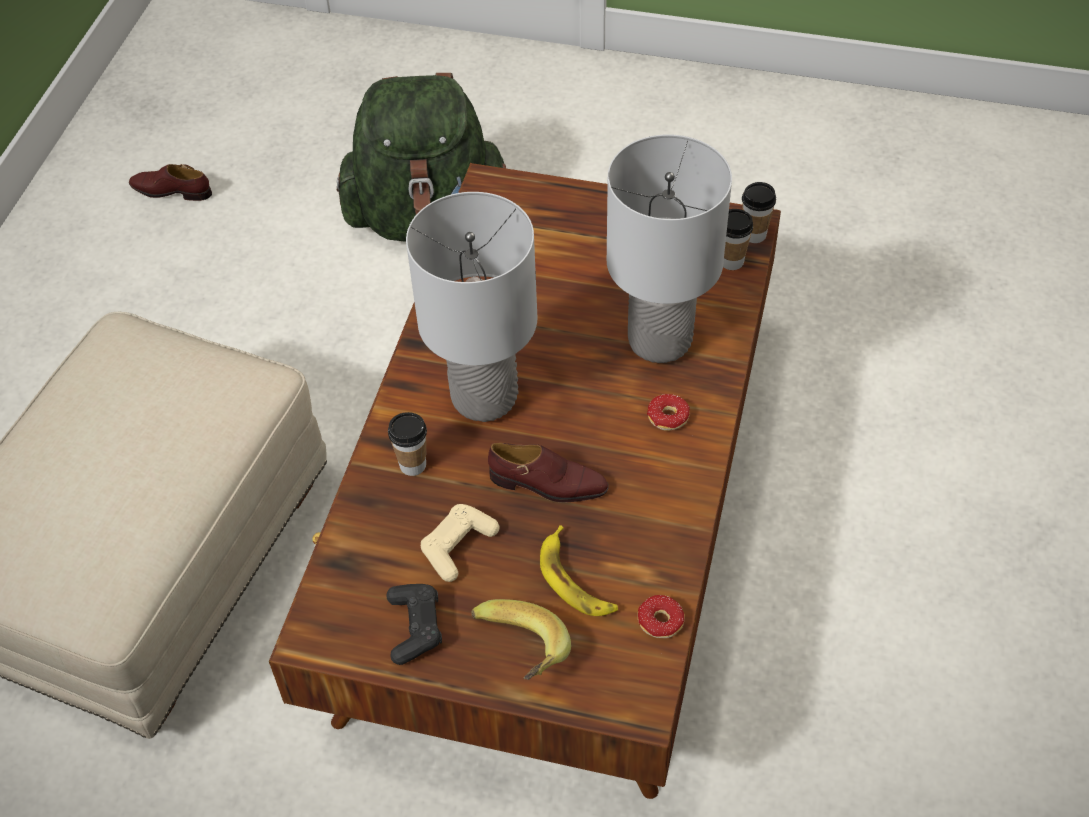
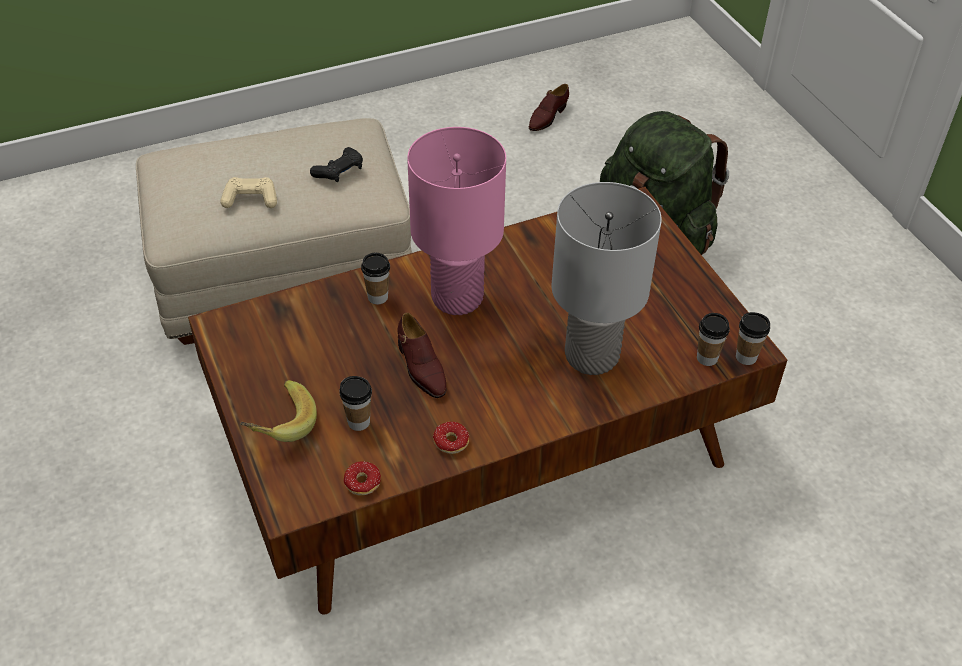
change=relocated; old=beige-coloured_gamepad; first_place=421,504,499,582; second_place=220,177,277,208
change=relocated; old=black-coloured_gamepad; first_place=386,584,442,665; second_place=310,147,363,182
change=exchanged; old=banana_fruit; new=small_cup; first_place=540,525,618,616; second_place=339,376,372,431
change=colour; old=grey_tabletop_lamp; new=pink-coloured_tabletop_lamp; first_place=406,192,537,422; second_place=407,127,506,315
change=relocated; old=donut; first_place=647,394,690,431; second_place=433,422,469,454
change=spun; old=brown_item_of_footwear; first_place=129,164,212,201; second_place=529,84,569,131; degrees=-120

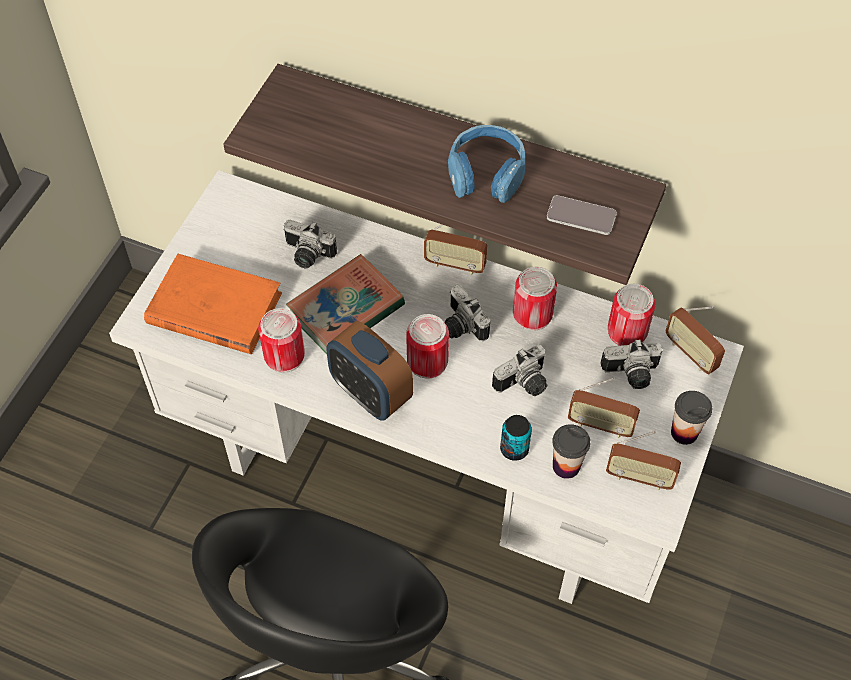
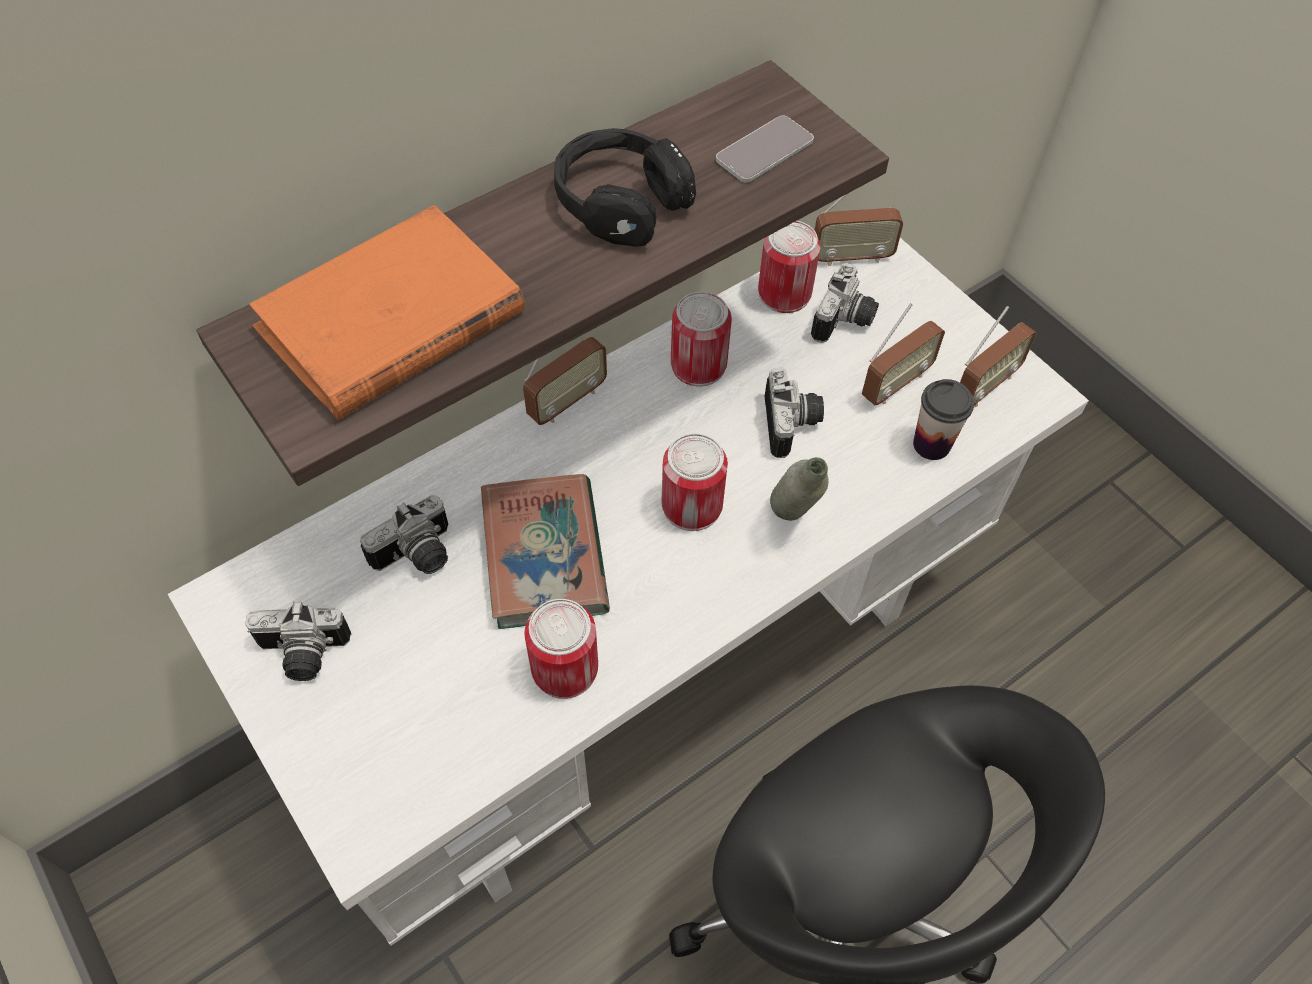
change=relocated; old=photo_camera; first_place=444,285,490,341; second_place=245,602,352,681
change=relocated; old=orange-coloured_volume; first_place=144,254,282,354; second_place=249,205,524,420
change=colour; old=blue_headset; new=black-coloured_headset; first_place=448,125,525,203; second_place=554,128,696,247
change=appeared; new=grey_beverage_bottle; second_place=770,457,829,521
change=missing; old=alarm_clock; first_place=326,321,413,421
change=missing; old=metal_can; first_place=500,415,532,461
change=missing; old=small_cup; first_place=671,391,712,445

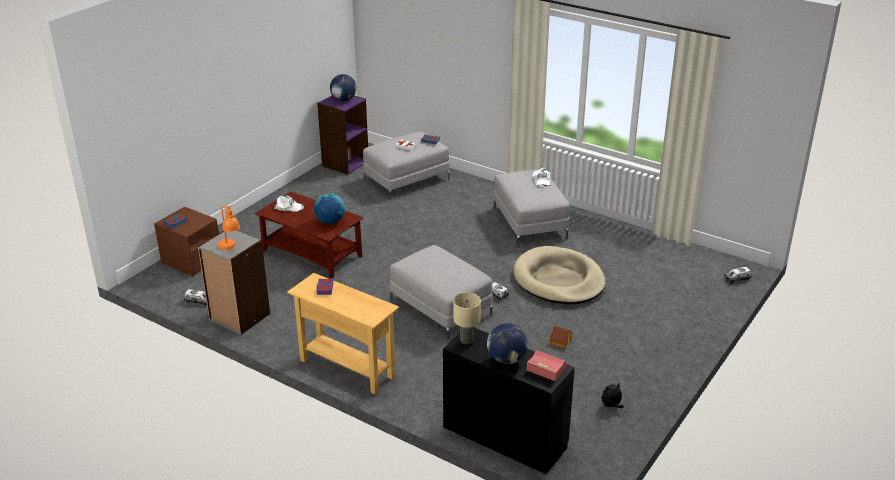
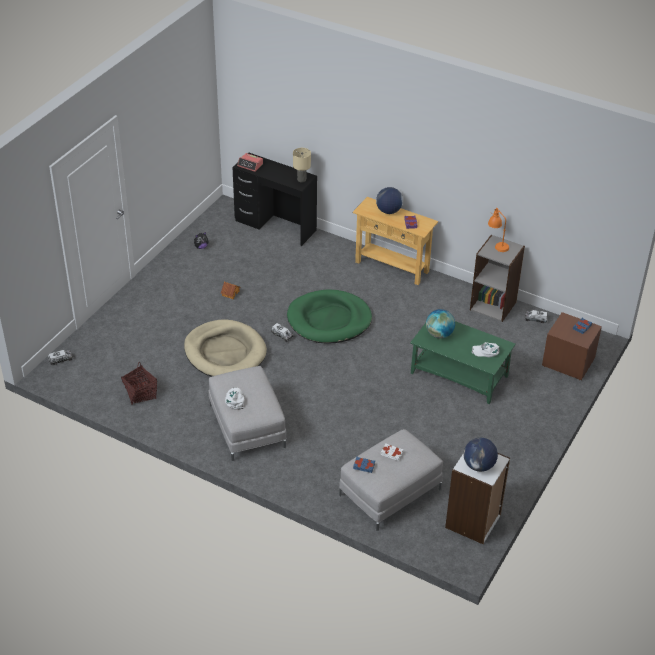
change=appeared; new=storage_basket; second_place=121,362,157,405
change=exchanged; old=grey_pouffe; new=green-coloured_pet_bed; first_place=390,245,493,339; second_place=287,289,372,344
change=relocated; old=world_globe; first_place=487,323,528,364; second_place=376,187,403,214
change=colour; old=brown_lounge_table; new=green-coloured_lounge_table; first_place=255,191,363,278; second_place=410,321,516,404
change=colour; old=purple_bookshelf; new=white_bookshelf; first_place=317,95,368,175; second_place=445,453,510,544

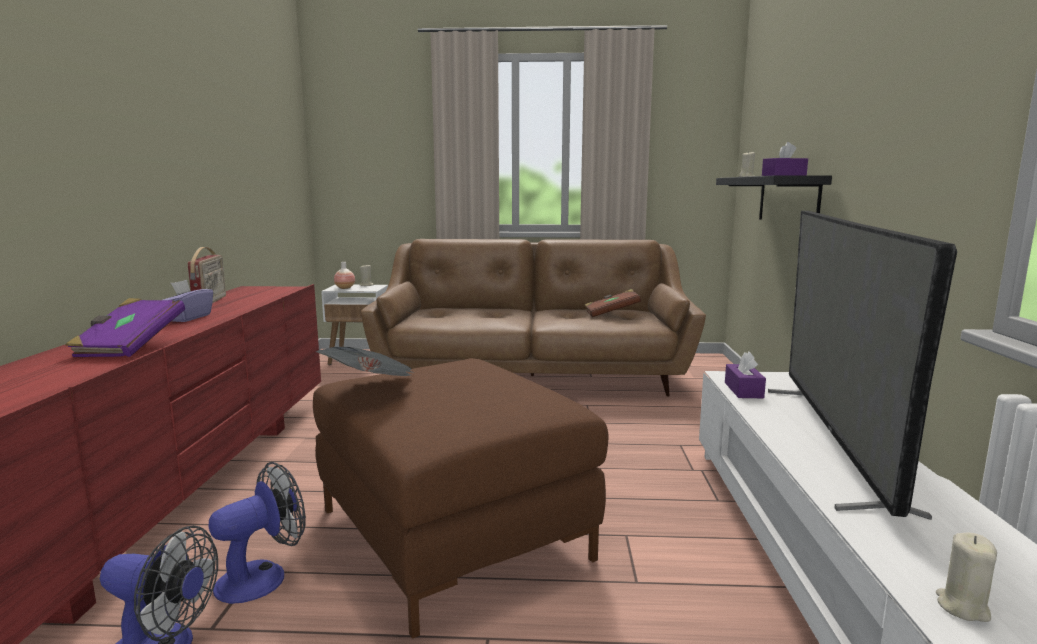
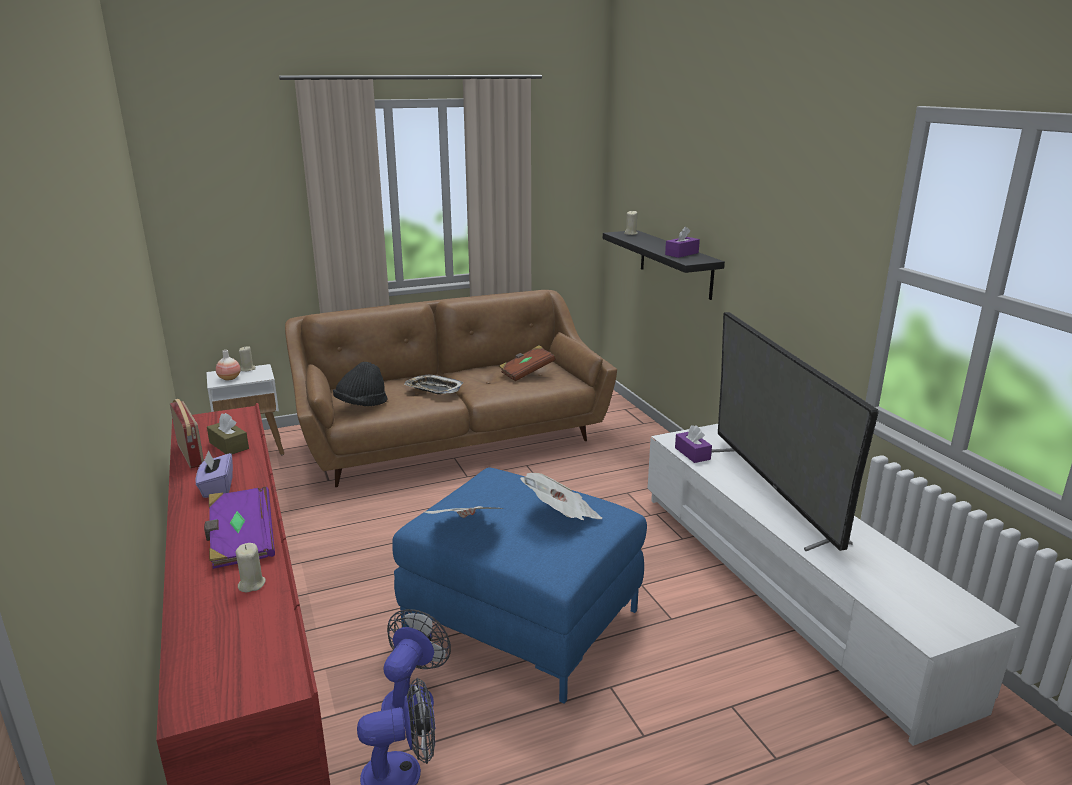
change=appeared; new=brown_box_of_tissues; second_place=207,413,249,454
change=relocated; old=beige-coloured_wax_candle; first_place=936,533,997,622; second_place=236,543,266,592
change=appeared; new=black-coloured_hat; second_place=333,362,388,406
change=colour; old=brown_pouffe; new=blue_pouffe; first_place=313,358,608,639; second_place=392,467,647,704
change=appeared; new=serving_tray; second_place=404,375,463,395
change=appeared; new=newspaper; second_place=520,473,603,520

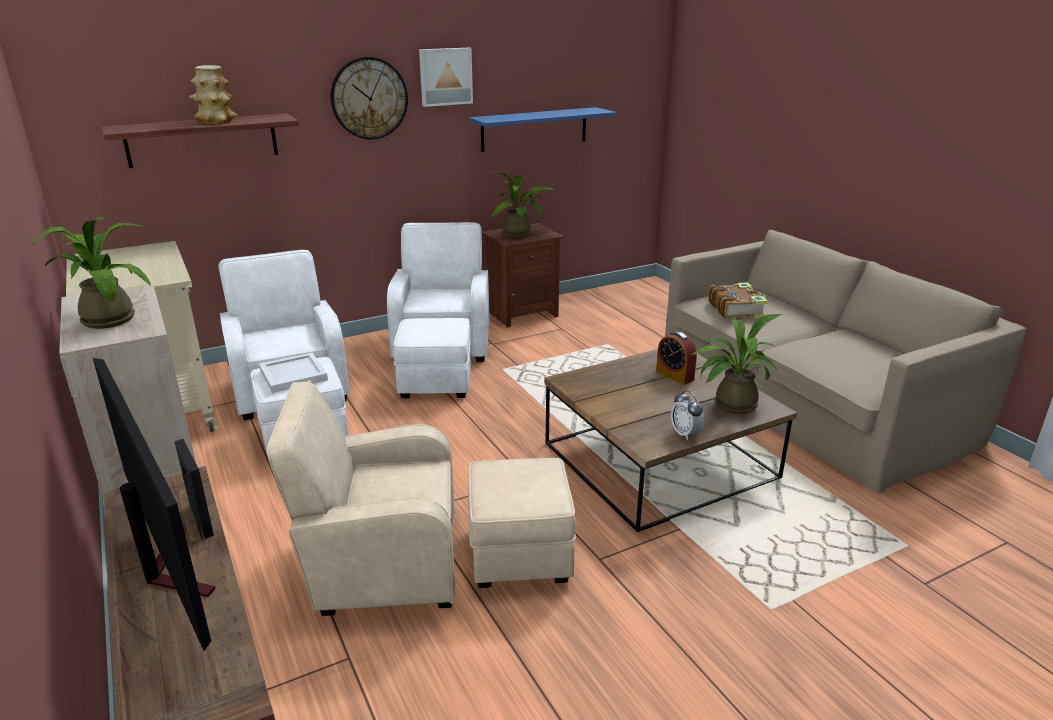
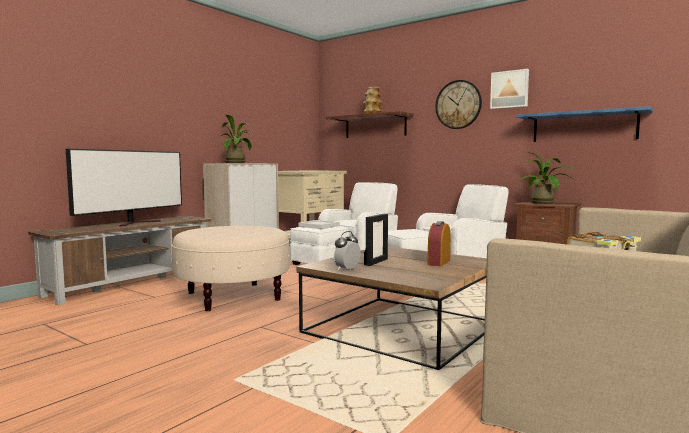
change=exchanged; old=beige-coloured_lounge_chair; new=beige-coloured_pouffe; first_place=267,380,576,616; second_place=171,226,290,311
change=relocated; old=picture_frame; first_place=174,439,214,540; second_place=364,214,388,266
change=missing; old=plant_in_a_pot; first_place=689,314,783,414

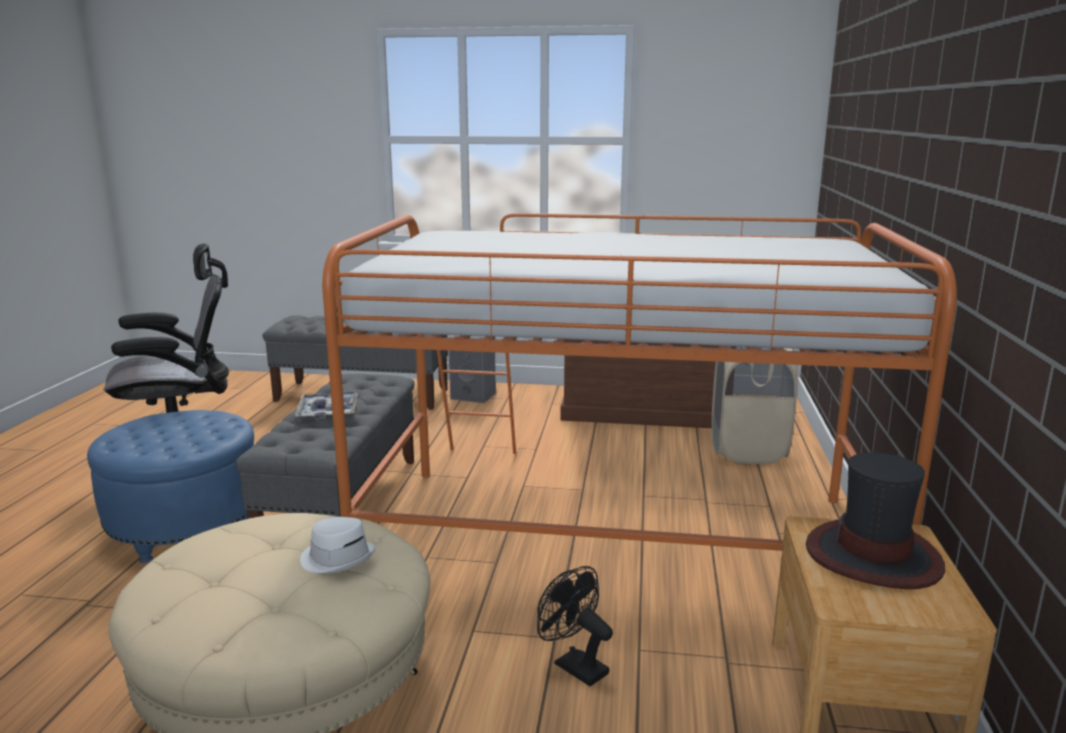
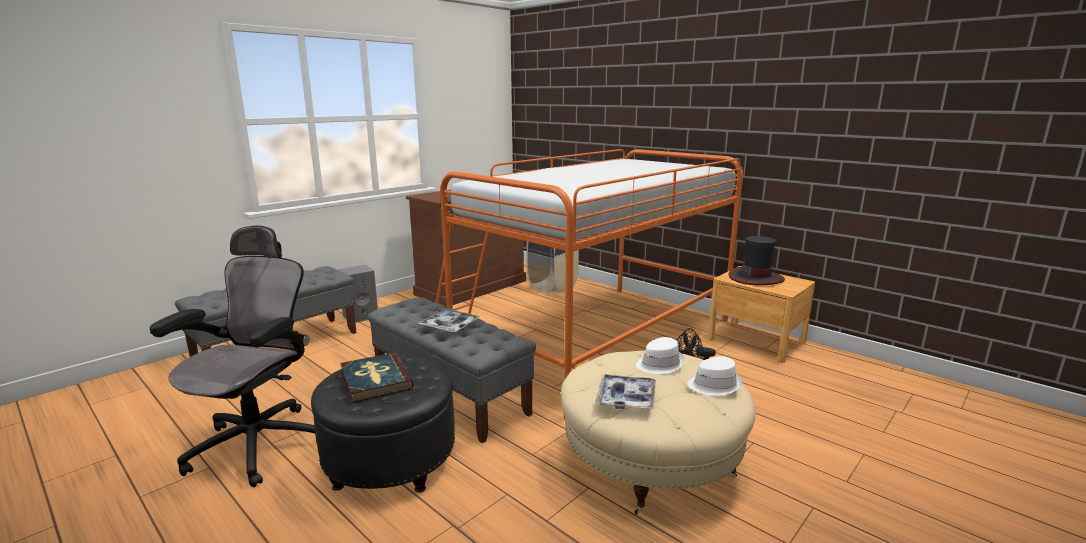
change=colour; old=blue_pouffe; new=black-coloured_pouffe; first_place=87,410,255,563; second_place=311,356,455,492
change=appeared; new=volume; second_place=340,352,414,403
change=appeared; new=serving_tray; second_place=596,374,656,409
change=appeared; new=white_hat; second_place=687,356,742,396

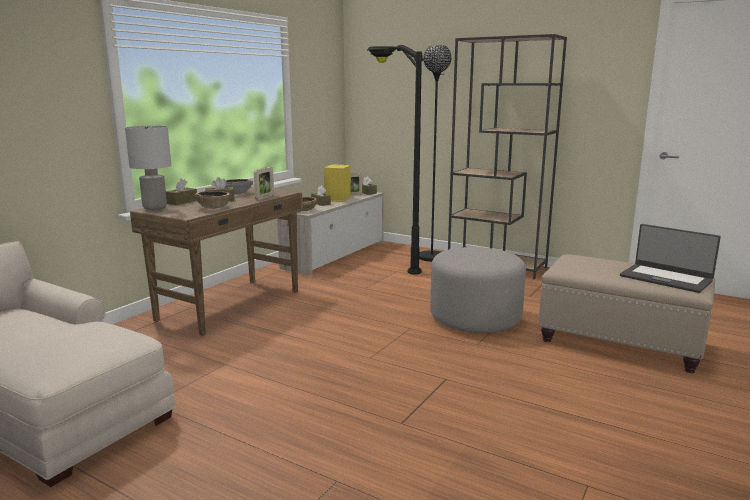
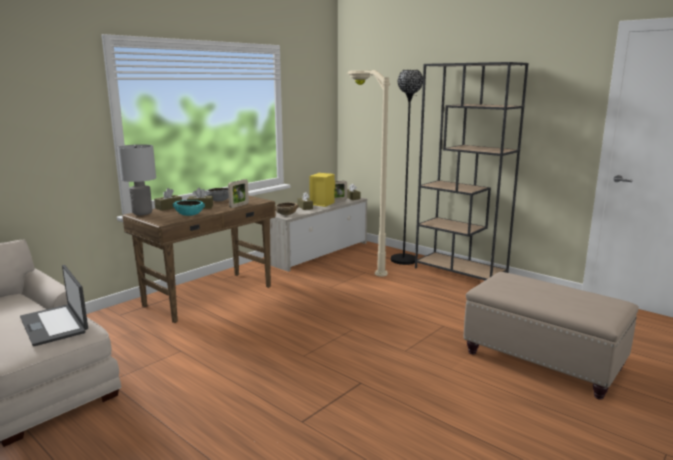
change=relocated; old=portable_computer; first_place=620,224,721,293; second_place=20,265,88,346
change=colour; old=brown_bowl; new=turquoise-coloured_bowl; first_place=194,191,232,209; second_place=173,200,205,216
change=colour; old=black-coloured_standard_lamp; new=beige-coloured_standard_lamp; first_place=367,45,423,275; second_place=347,70,390,277
change=missing; old=grey_pouffe; first_place=430,247,526,333

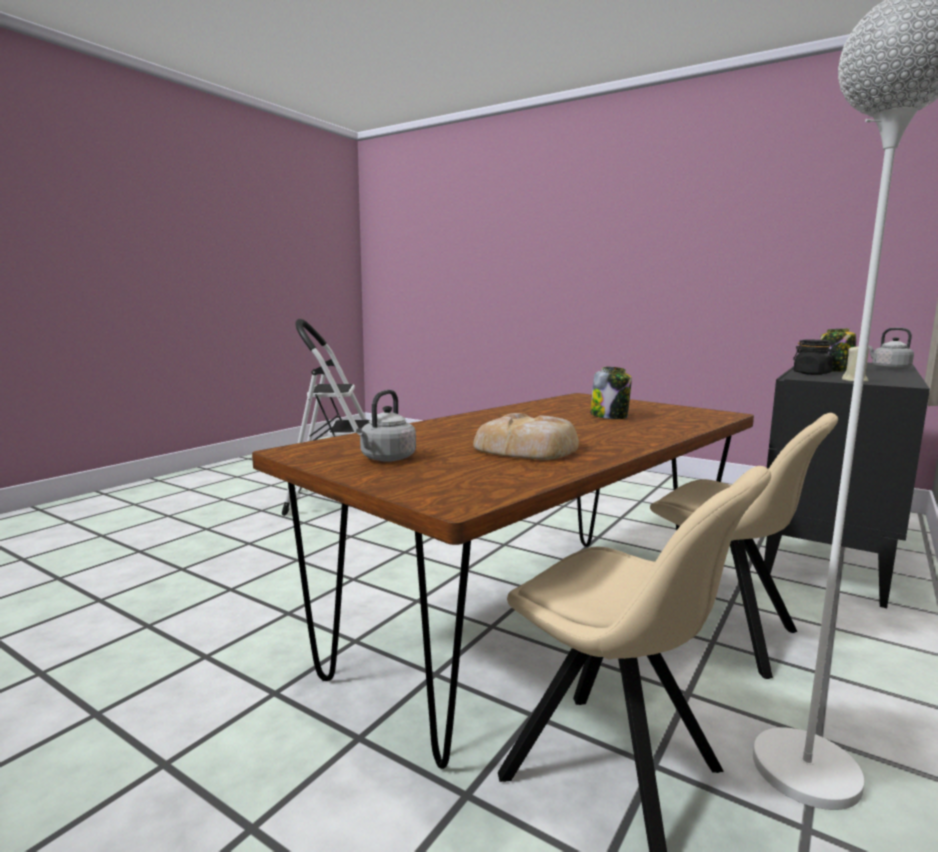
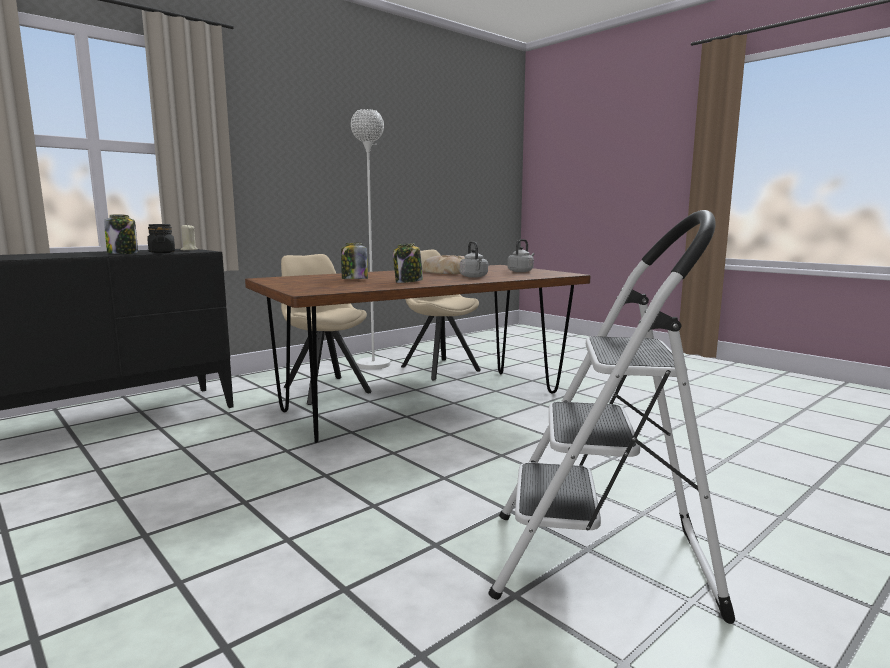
change=appeared; new=jar; second_place=393,243,423,283
change=relocated; old=grey_kettle; first_place=868,328,914,370; second_place=460,241,488,278

